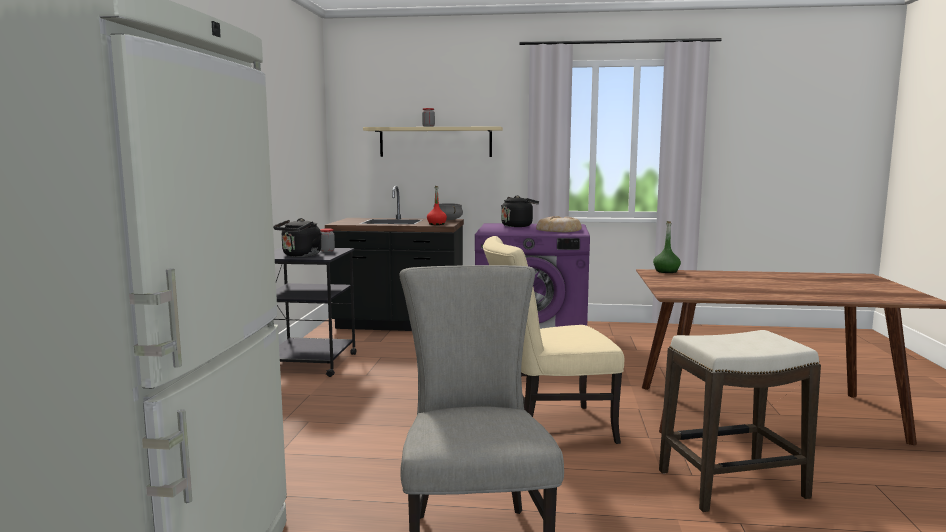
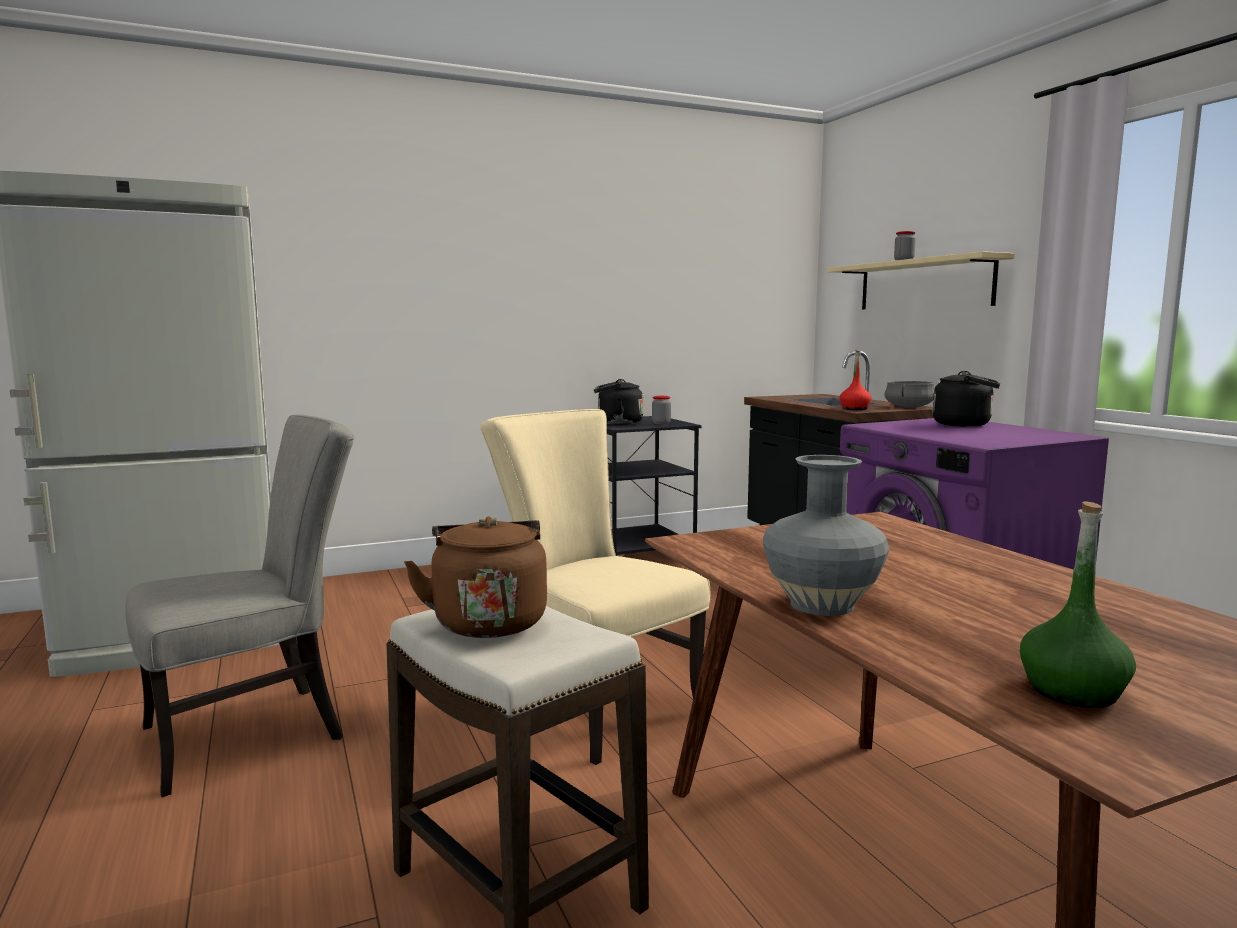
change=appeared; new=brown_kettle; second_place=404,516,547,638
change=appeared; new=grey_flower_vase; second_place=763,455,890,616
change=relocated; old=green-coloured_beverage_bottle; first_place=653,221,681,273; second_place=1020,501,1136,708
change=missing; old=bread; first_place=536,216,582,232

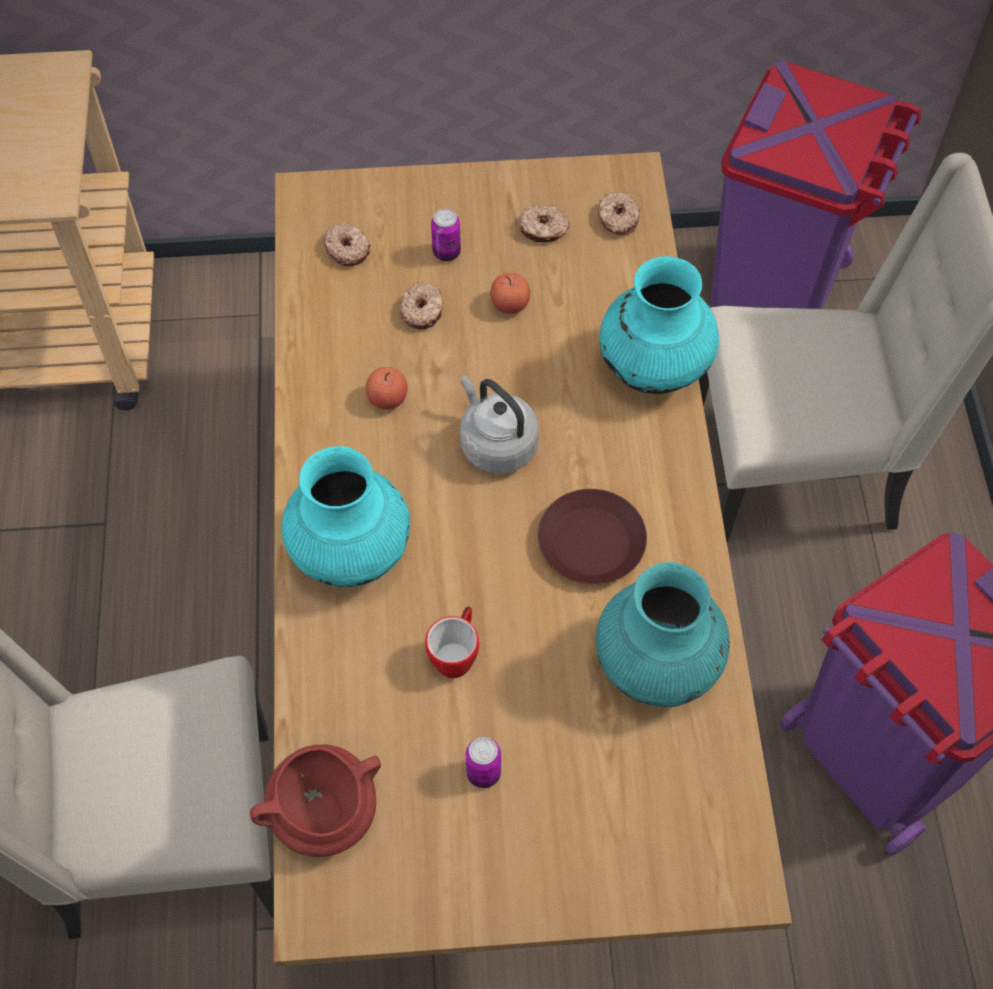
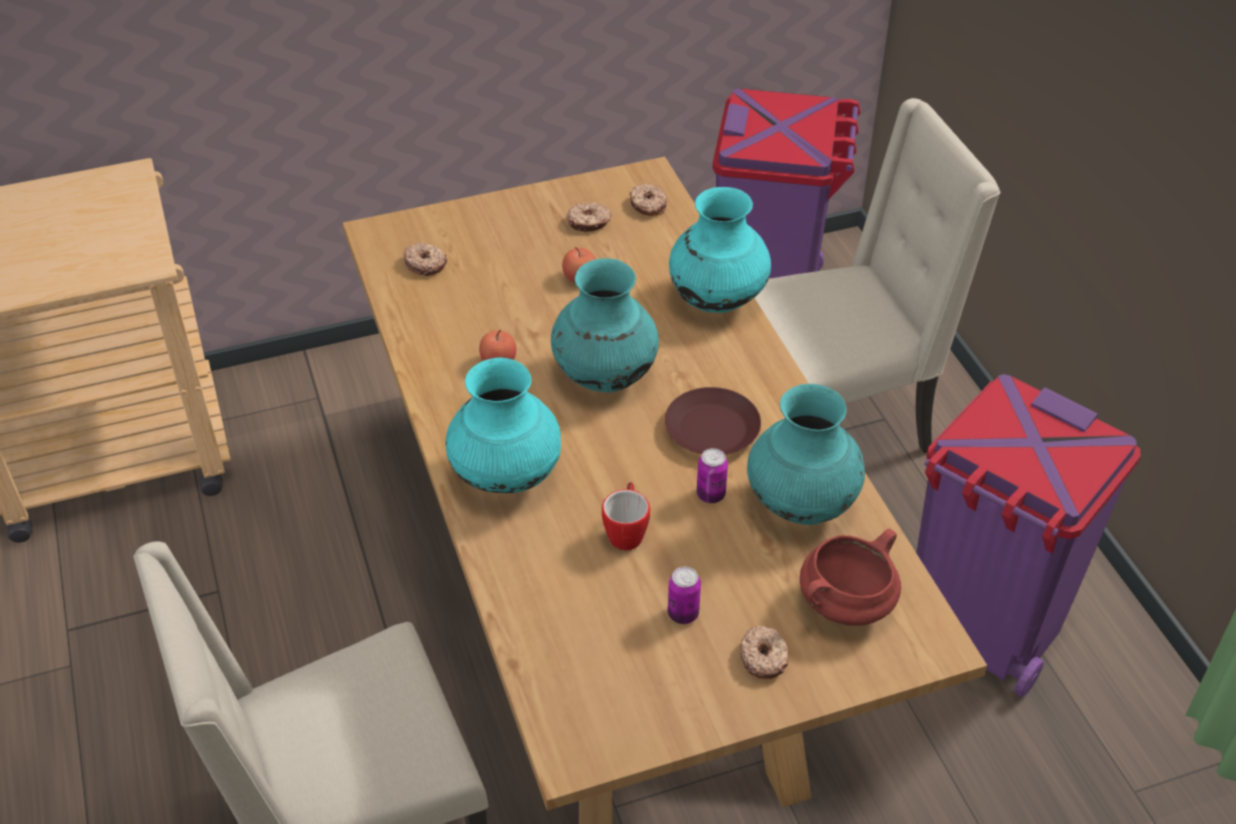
change=exchanged; old=grey_kettle; new=turquoise-coloured_flower_vase; first_place=460,375,539,474; second_place=551,258,659,393
change=relocated; old=metal_can; first_place=431,209,461,261; second_place=697,448,728,503
change=relocated; old=donut; first_place=399,282,444,330; second_place=740,626,788,679
change=relocated; old=red_stockpot; first_place=250,745,381,857; second_place=800,529,901,626

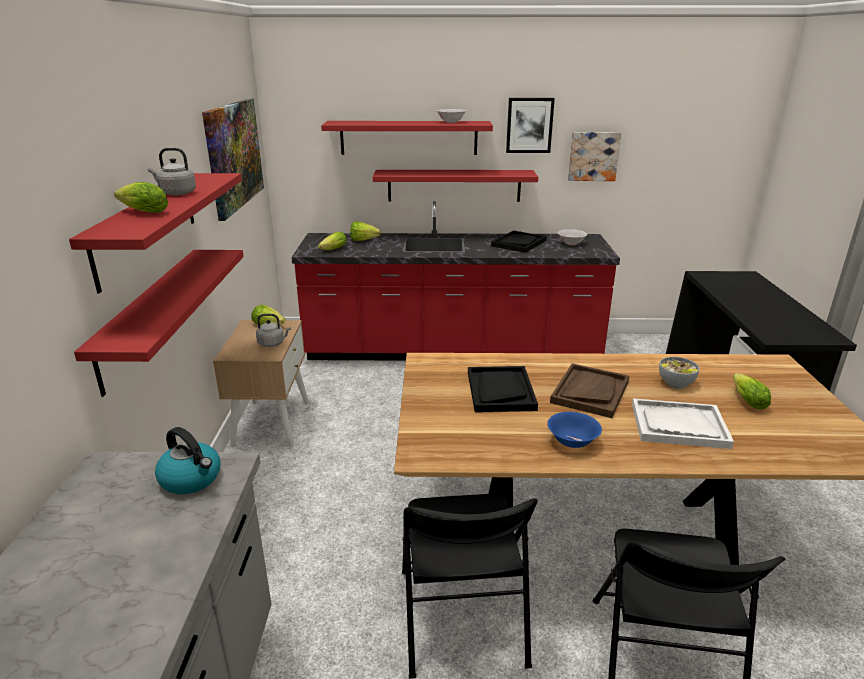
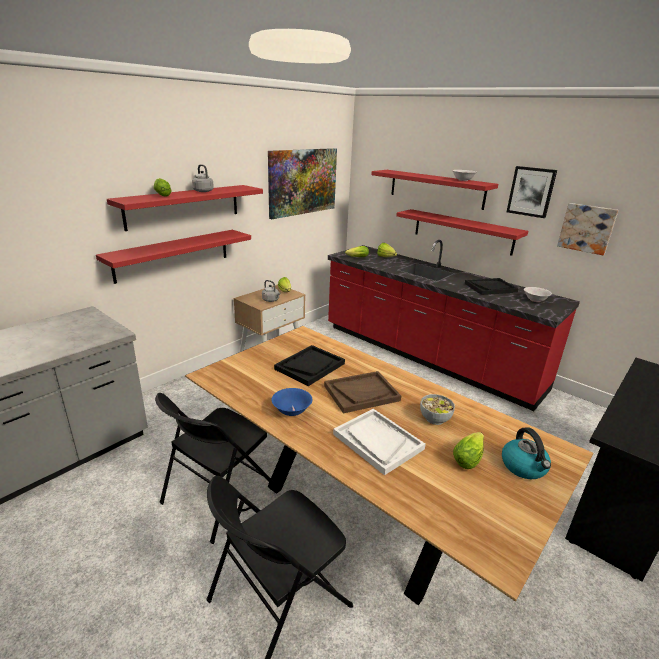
change=relocated; old=kettle; first_place=155,427,221,494; second_place=502,427,551,479

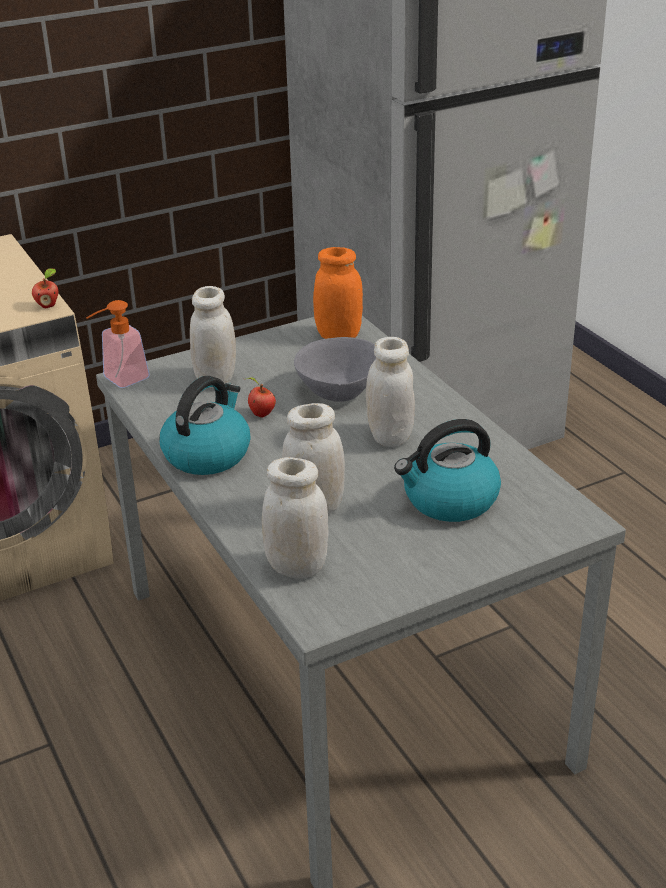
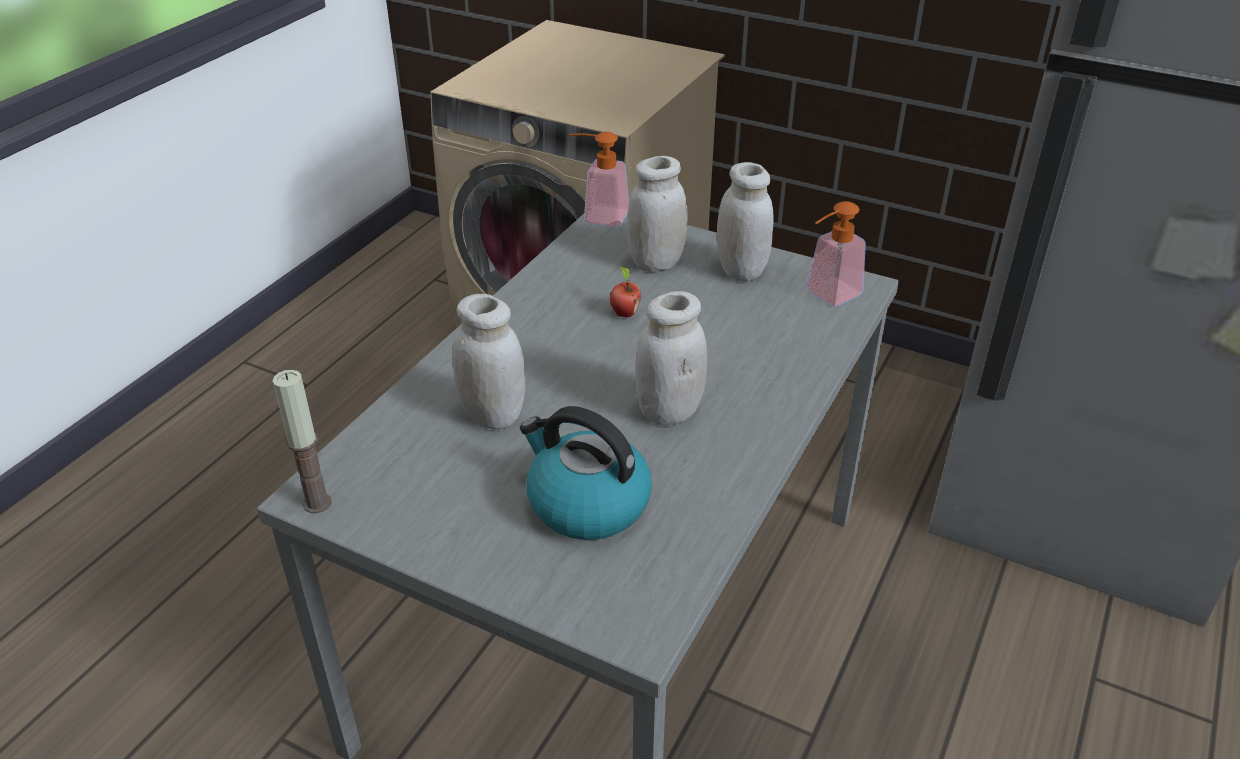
change=appeared; new=wax_candle; second_place=273,370,332,513
change=relocated; old=white_jar; first_place=262,457,329,579; second_place=717,162,773,281
change=exchanged; old=orange-coloured_jar; new=liquid_soap_bottle; first_place=313,247,363,339; second_place=806,201,866,306
change=missing; old=apple_fruit; first_place=32,268,58,308
change=missing; old=kettle; first_place=160,376,250,475
change=missing; old=grey_bowl; first_place=294,337,376,402

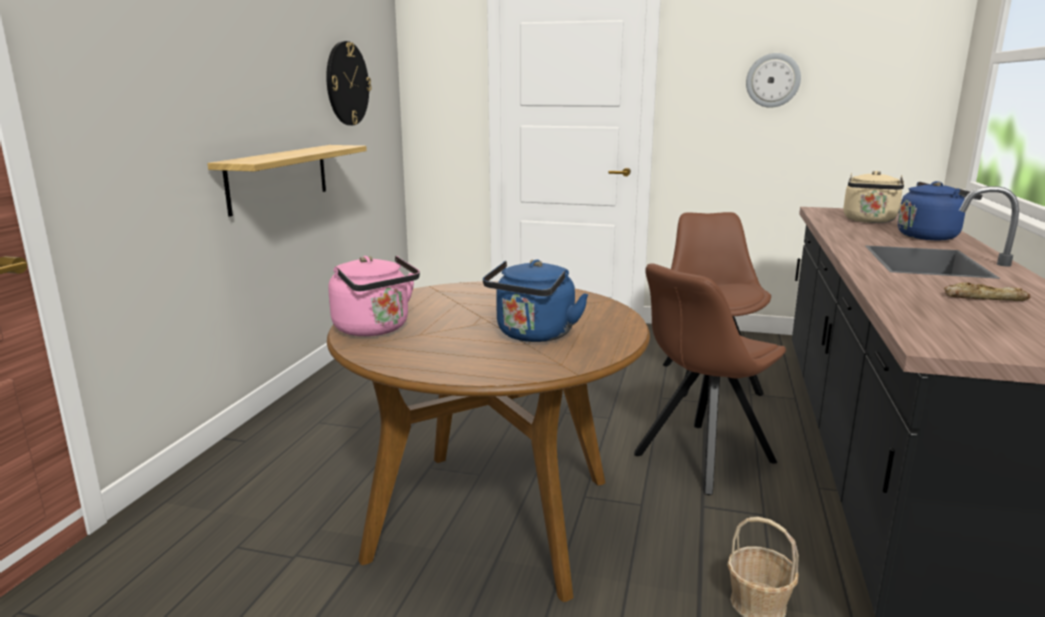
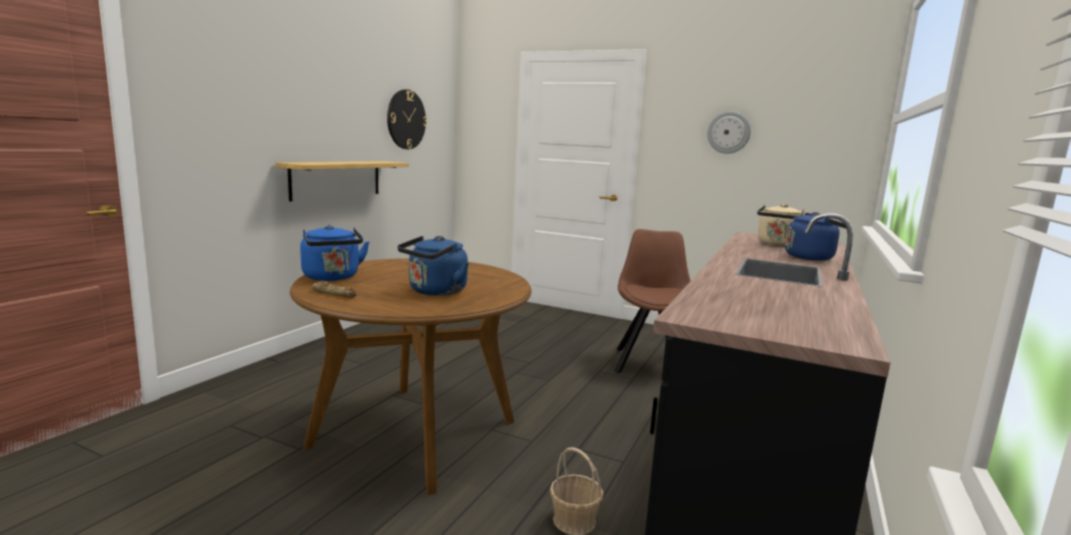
change=colour; old=pink-coloured_kettle; new=blue_kettle; first_place=328,256,420,336; second_place=300,225,369,281
change=relocated; old=bread; first_place=944,282,1030,301; second_place=312,281,357,298
change=missing; old=brown_upright_chair; first_place=634,263,786,495

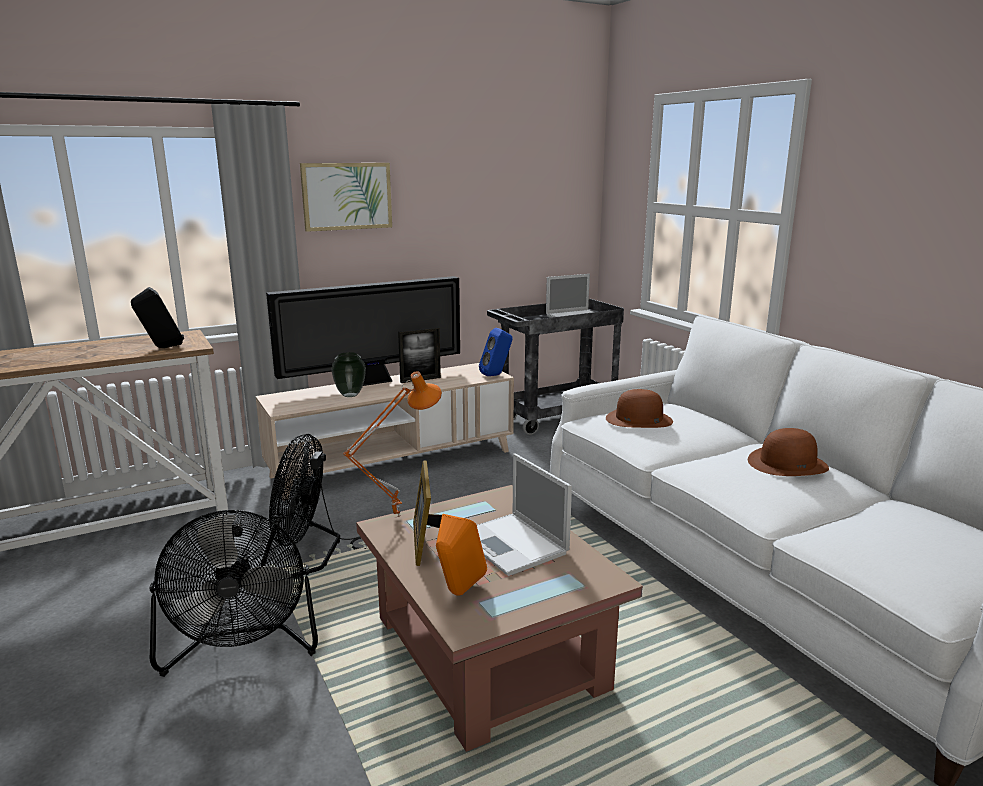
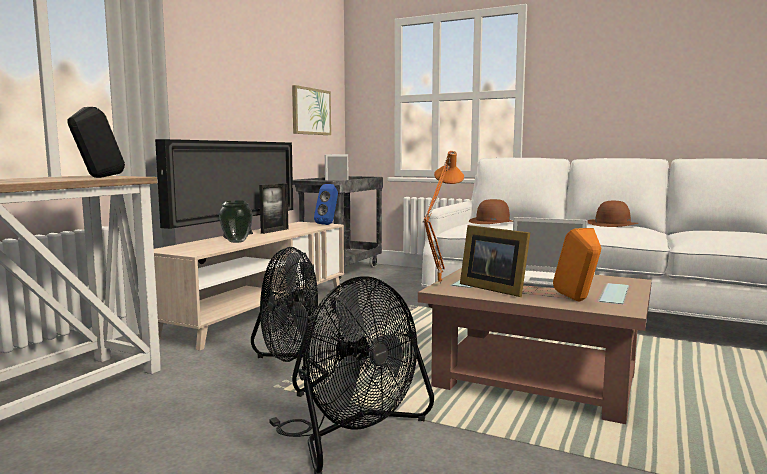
change=relocated; old=wall_picture; first_place=300,163,392,232; second_place=292,85,331,135

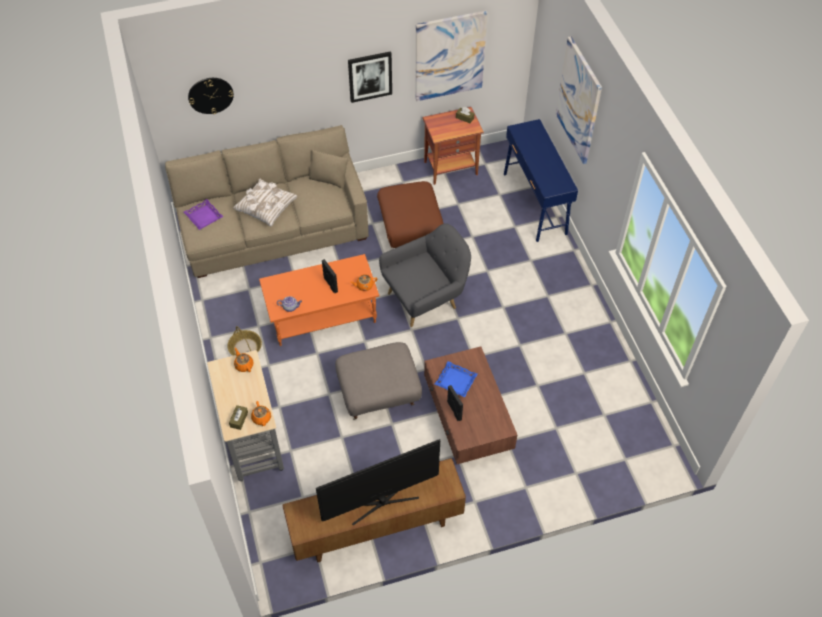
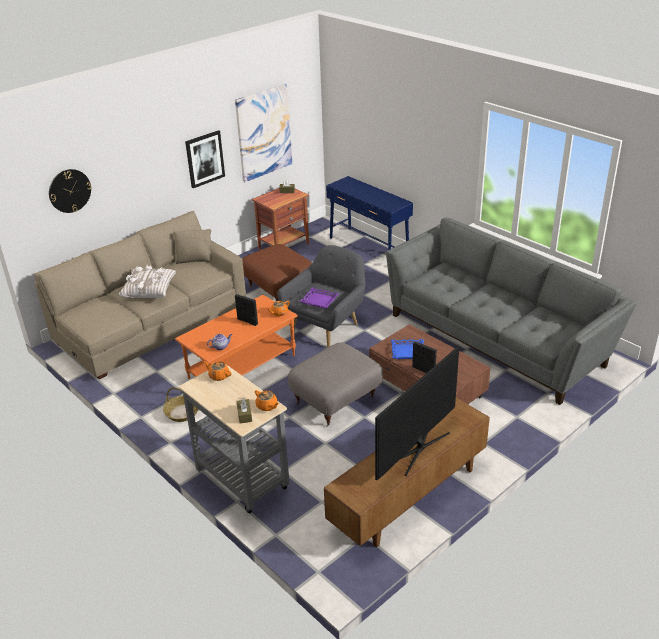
change=relocated; old=purple_serving_tray; first_place=184,199,223,230; second_place=300,287,339,309
change=appeared; new=grey_sofa; second_place=386,218,637,405
change=missing; old=wall_picture; first_place=556,36,602,164

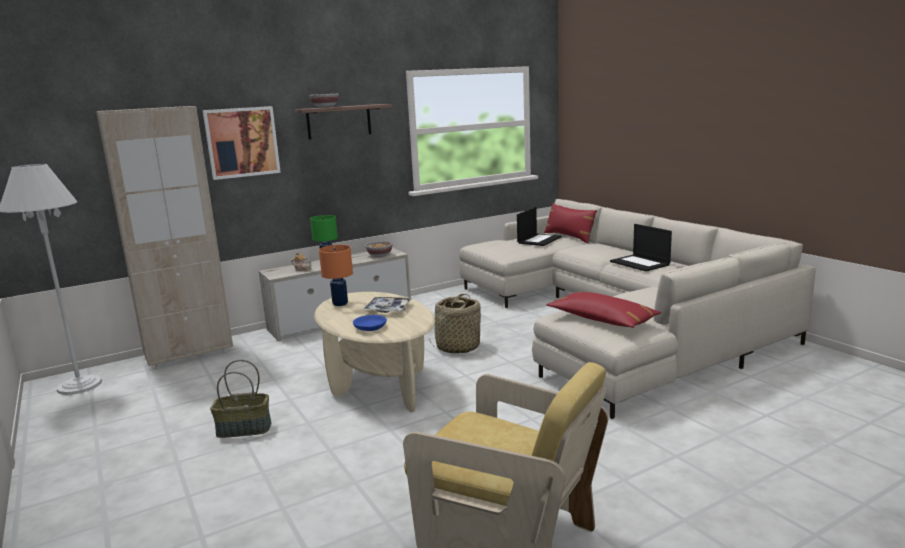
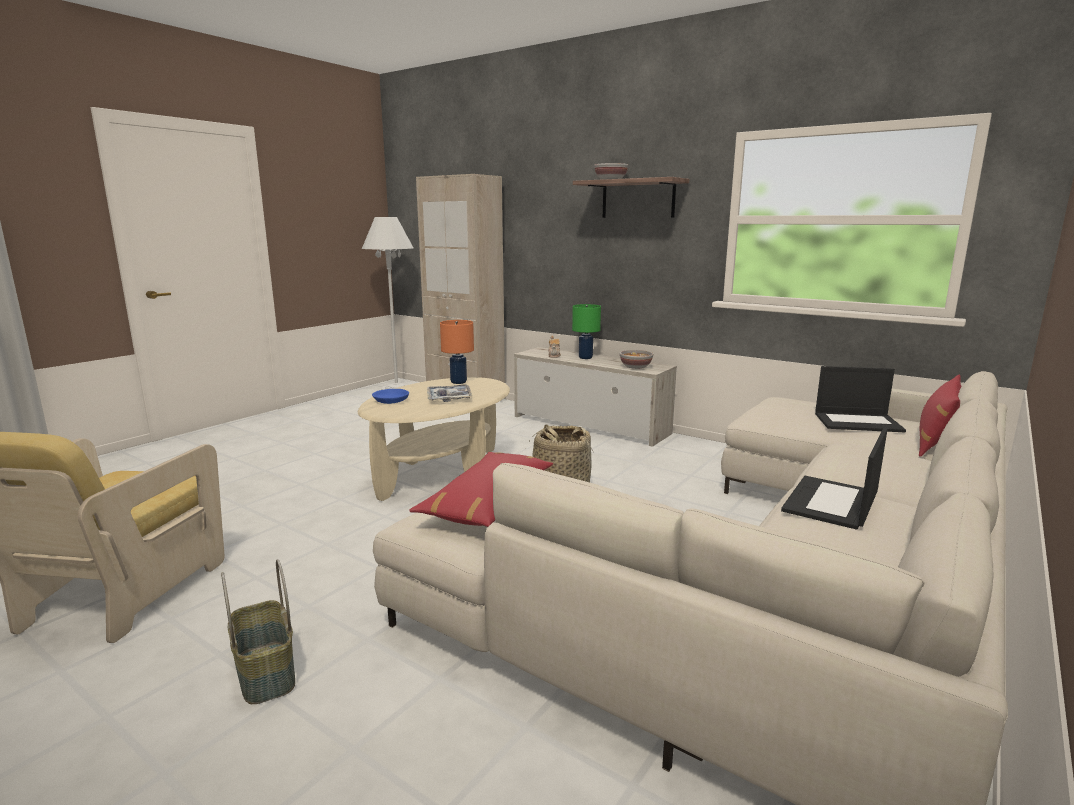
change=relocated; old=storage_basket; first_place=210,360,271,438; second_place=221,559,295,704
change=missing; old=wall_picture; first_place=202,106,281,180

